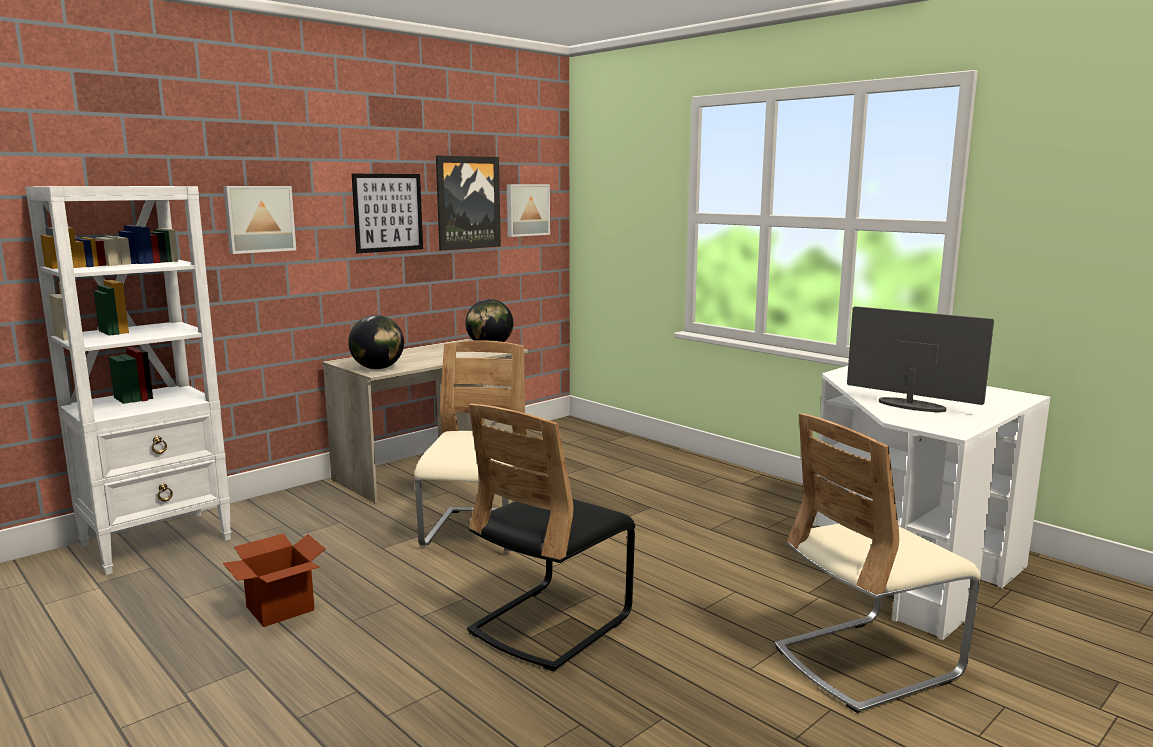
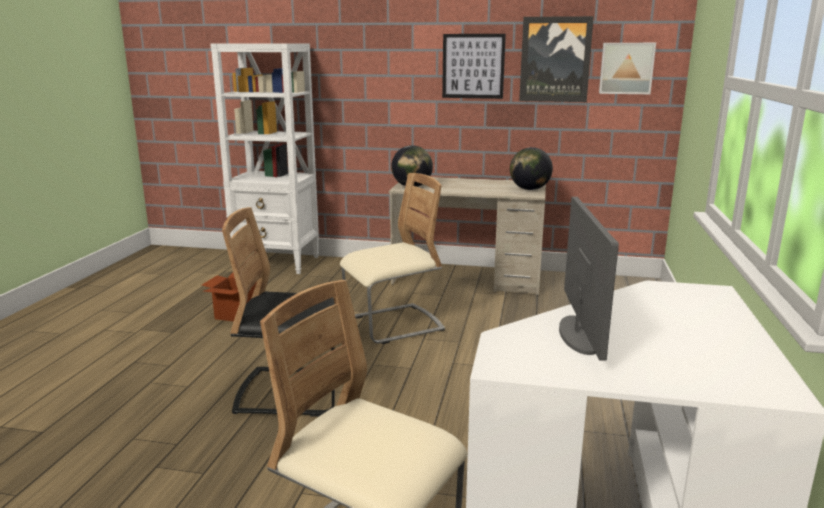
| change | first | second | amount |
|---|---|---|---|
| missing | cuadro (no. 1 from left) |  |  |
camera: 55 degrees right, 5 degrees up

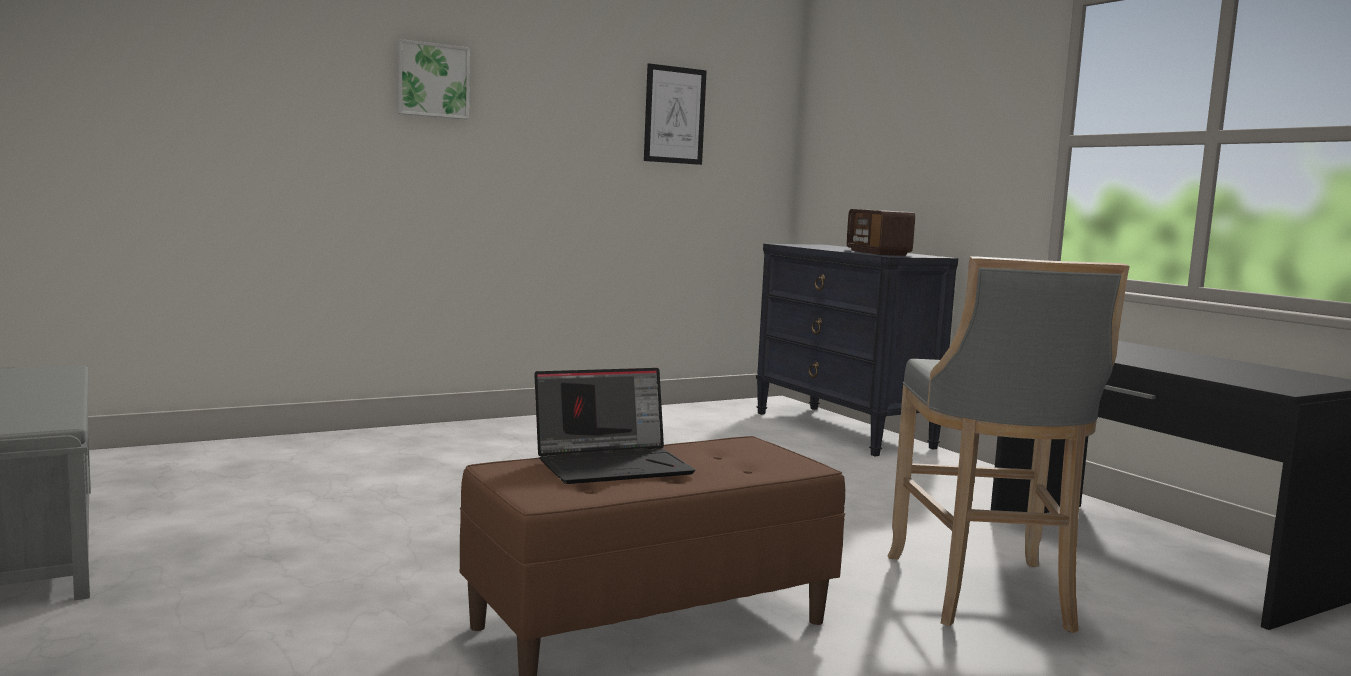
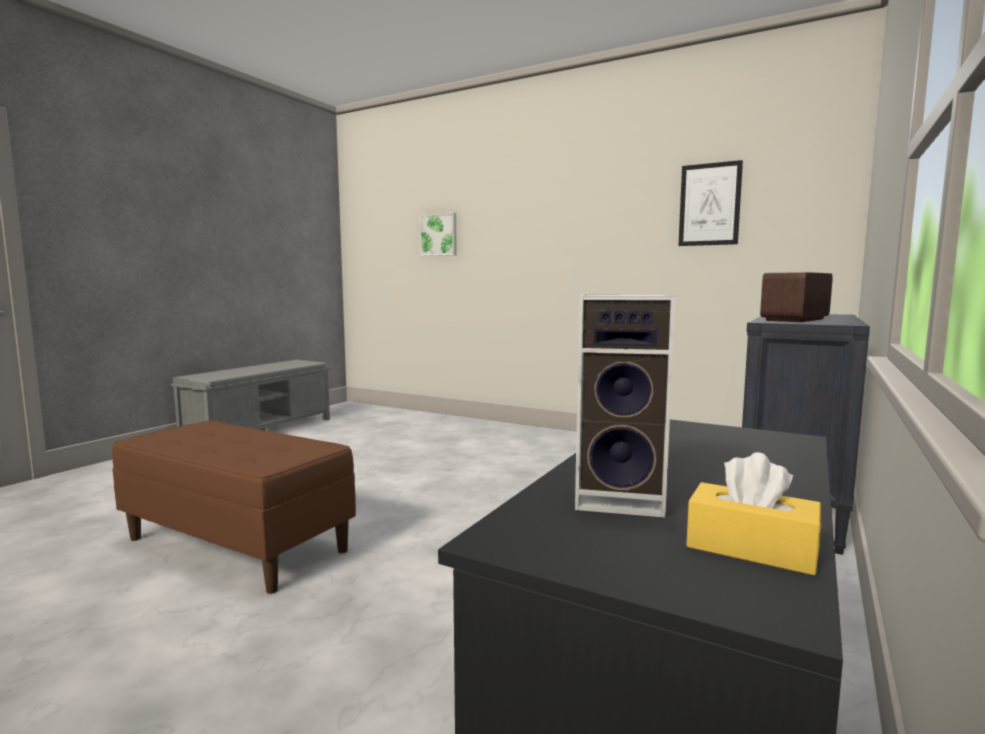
| change | first | second | amount |
|---|---|---|---|
| relocated | cuadro (no. 1 from left) |  |  |
| missing | portátil |  |  |
| missing | taburete/gris |  |  |
| appeared |  | altavoz |  |
| appeared |  | caja de pañuelos/amarillo |  |
camera: 60 degrees right, 0 degrees up

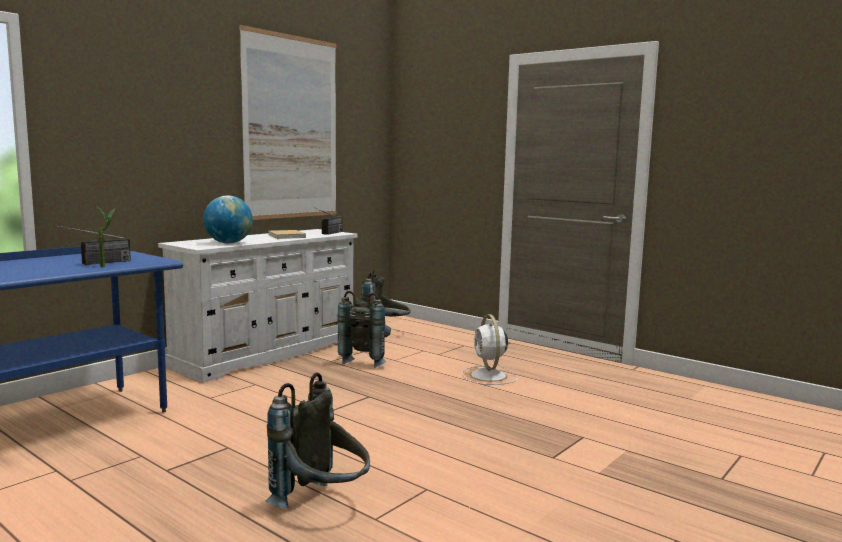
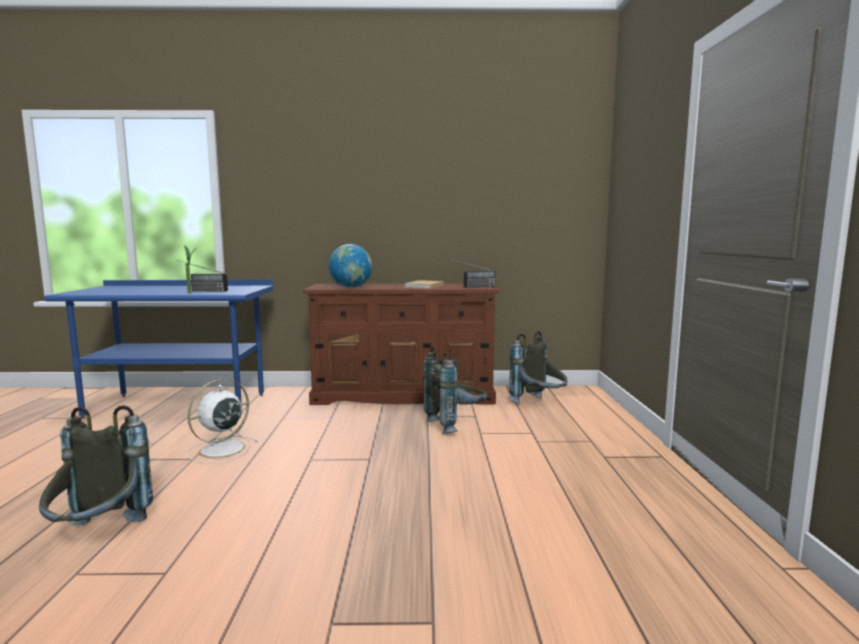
| change | first | second | amount |
|---|---|---|---|
| colour | cómoda/blanco | cómoda/marrón |  |
| missing | cuadro |  |  |
| relocated | ventilador/blanco |  |  |
camera: 50 degrees right, 0 degrees up

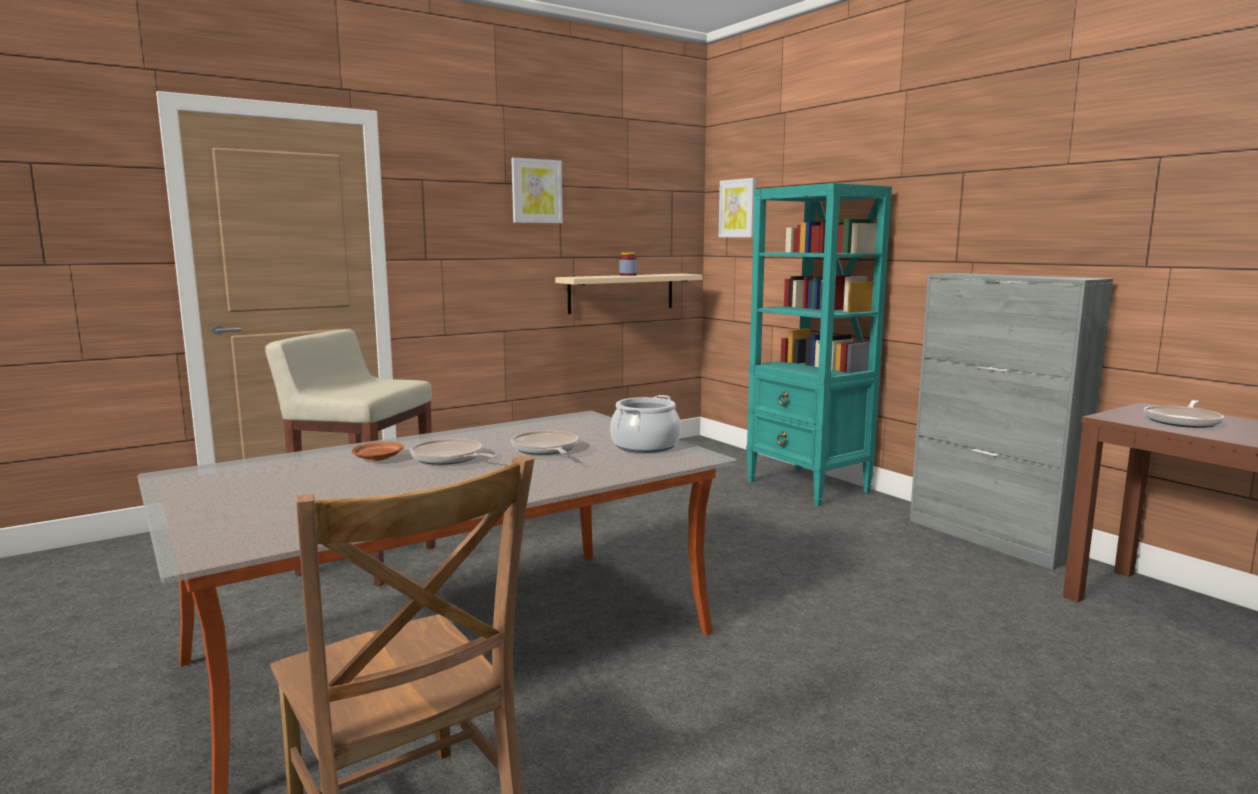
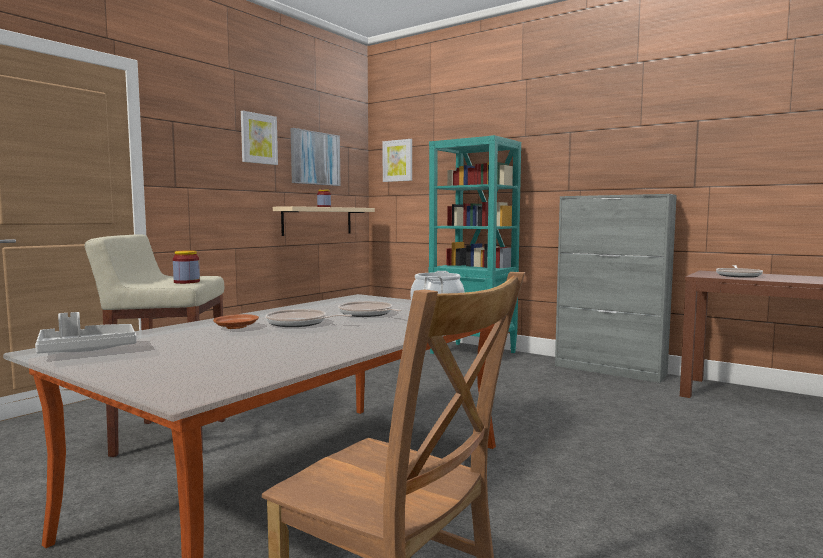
| change | first | second | amount |
|---|---|---|---|
| appeared |  | bandeja/gris |  |
| appeared |  | tarro (no. 1 from left) |  |
| appeared |  | cuadro (no. 2 from left) |  |
camera: 20 degrees left, 5 degrees down

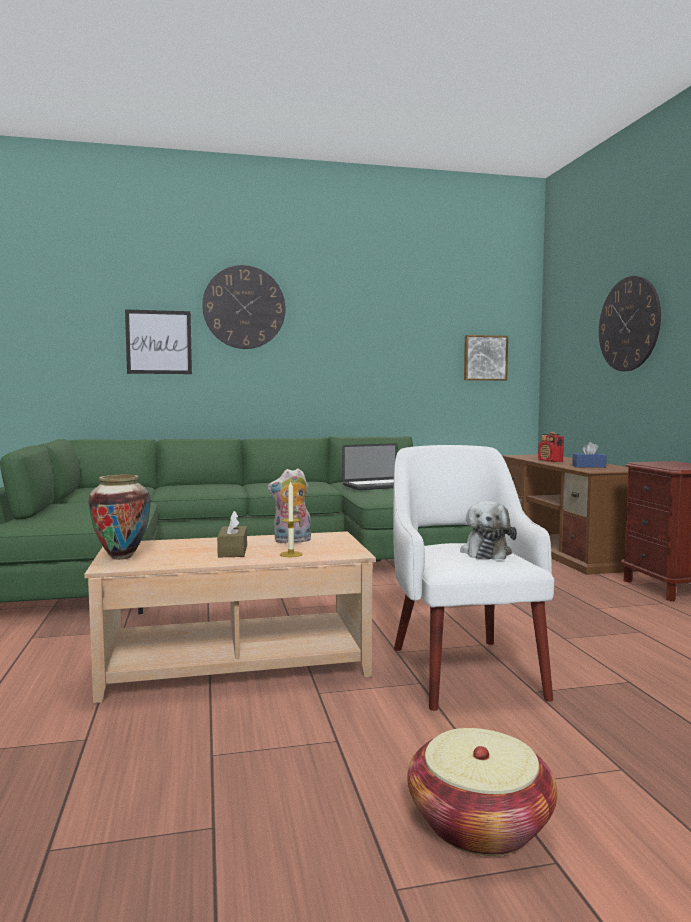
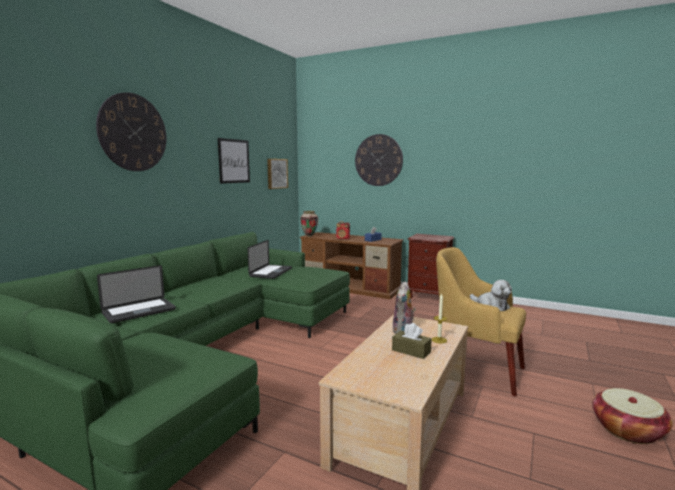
| change | first | second | amount |
|---|---|---|---|
| relocated | florero |  |  |
| relocated | cuadro (no. 1 from left) |  |  |
| colour | sillón/blanco | sillón/amarillo |  |
| appeared |  | portátil (no. 1 from left) |  |
camera: 50 degrees left, 5 degrees up

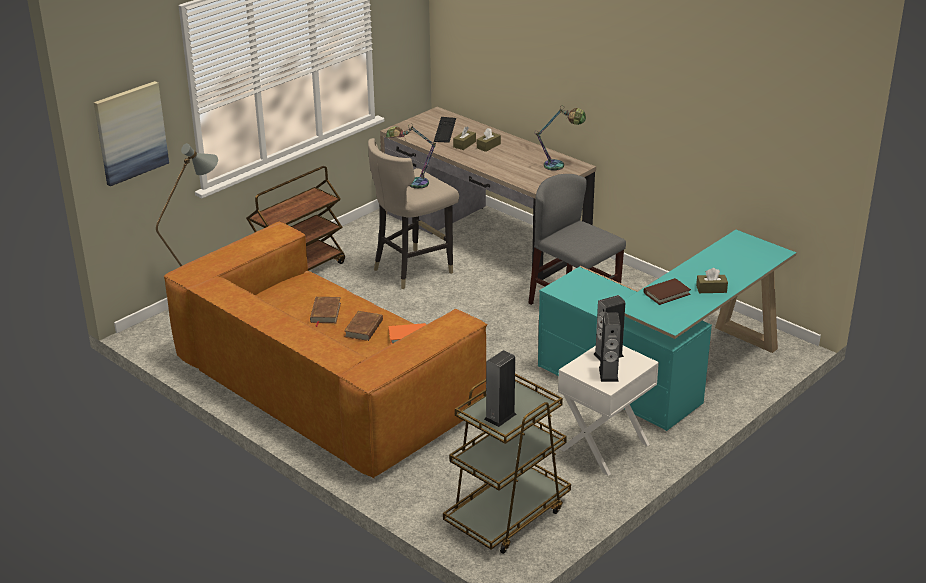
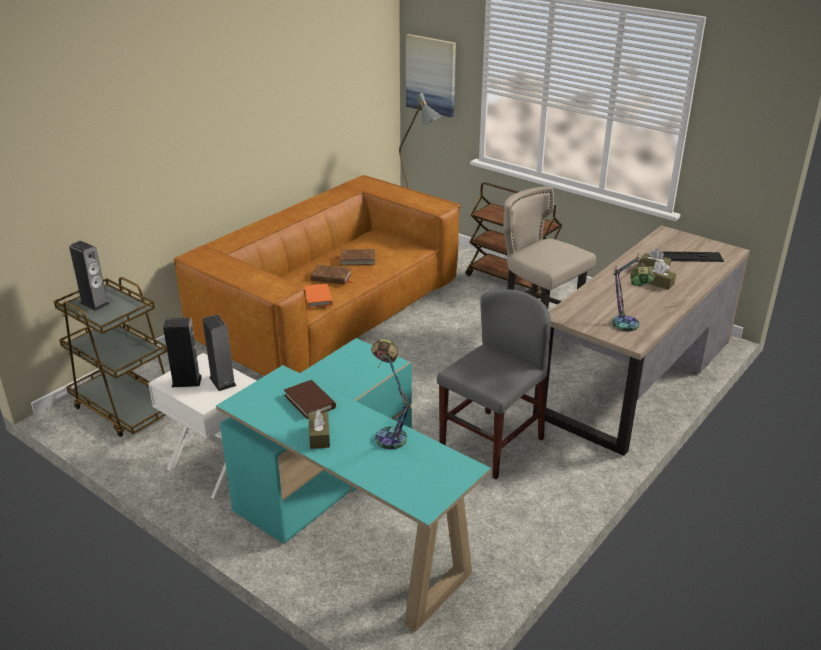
| change | first | second | amount |
|---|---|---|---|
| relocated | lámpara de mesa (no. 1 from left) |  |  |
camera: 85 degrees right, 0 degrees up

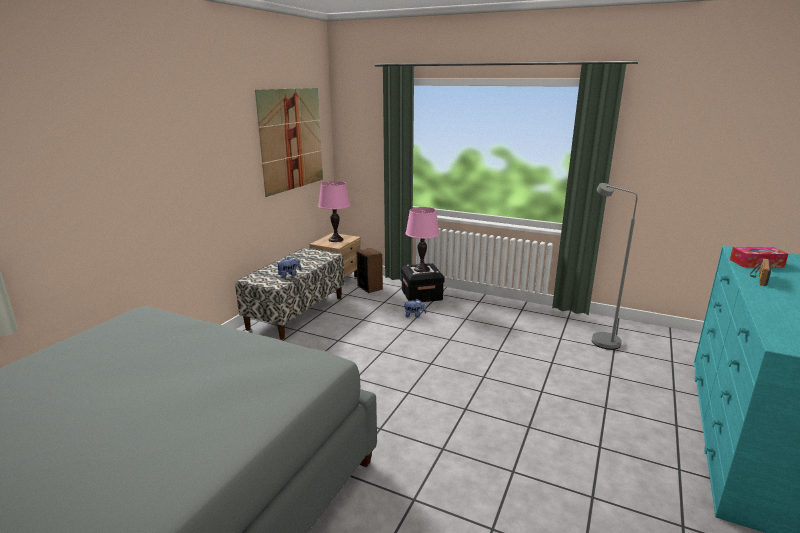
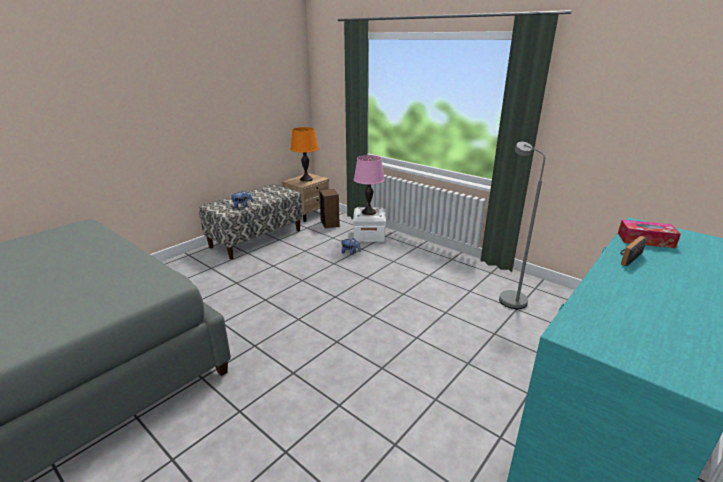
| change | first | second | amount |
|---|---|---|---|
| missing | cuadro |  |  |
| colour | lámpara de mesa/rosa (no. 1 from left) | lámpara de mesa/naranja |  |
| colour | caja de almacenaje/negro | caja de almacenaje/blanco |  |
camera: 15 degrees right, 5 degrees up

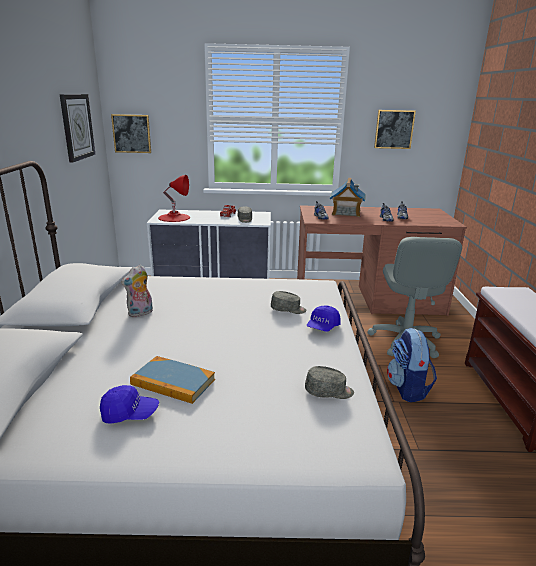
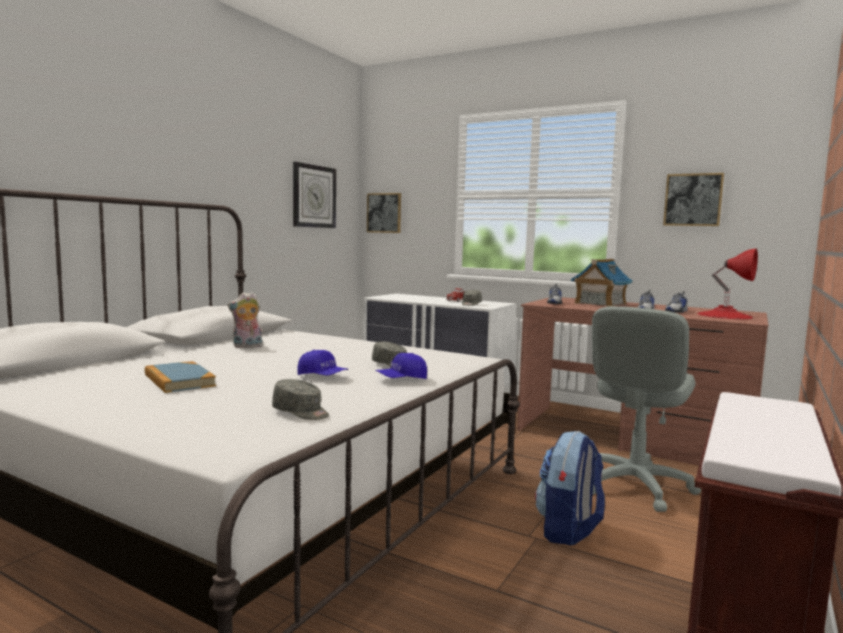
| change | first | second | amount |
|---|---|---|---|
| relocated | gorra/azul (no. 1 from left) |  |  |
| relocated | lámpara de mesa/rojo |  |  |
camera: 30 degrees right, 15 degrees down

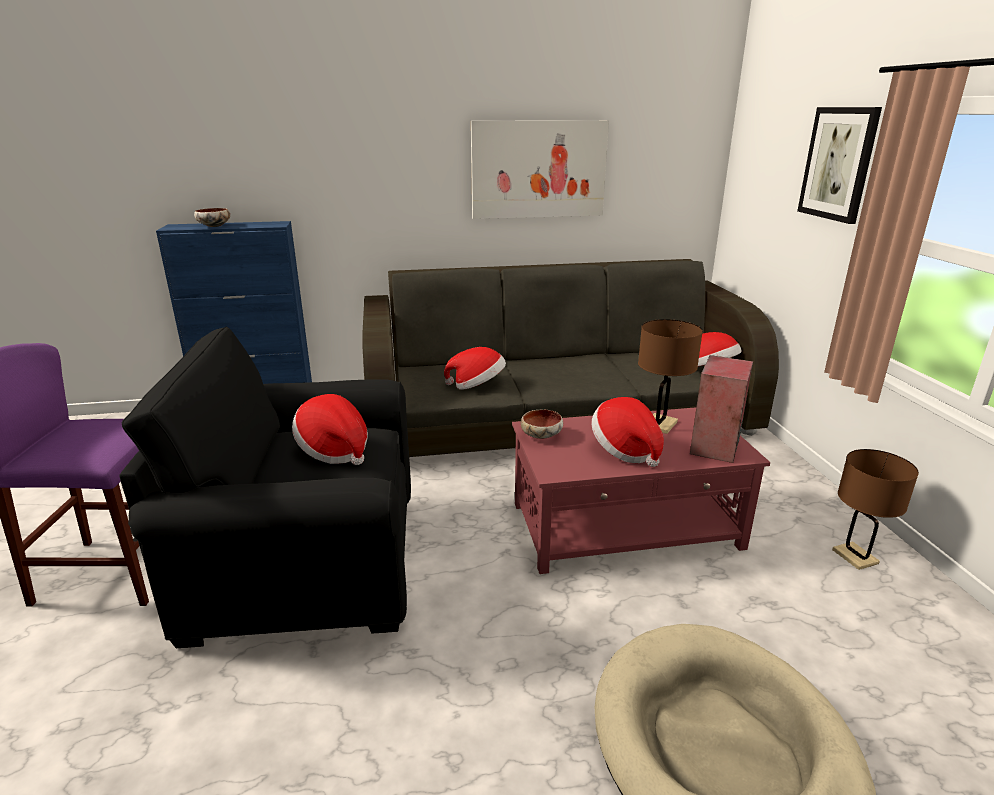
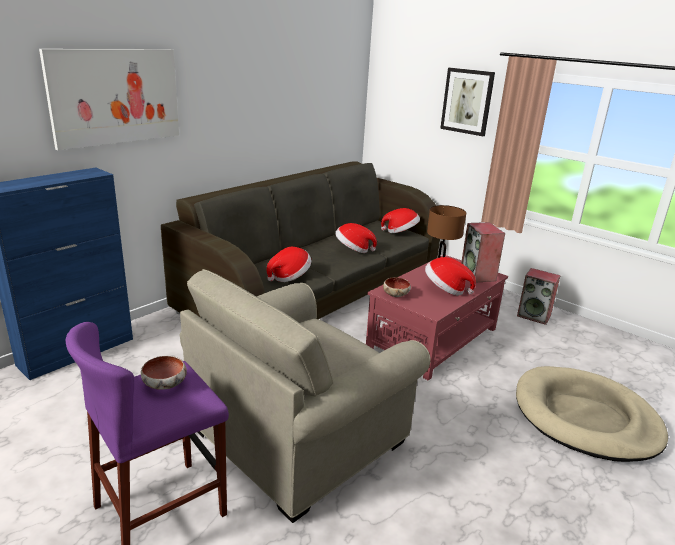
| change | first | second | amount |
|---|---|---|---|
| colour | sillón/negro | sillón/beis |  |
| relocated | cuenco (no. 1 from left) |  |  |
| relocated | sombrero (no. 1 from left in the first image) | sombrero (no. 2 from left) |  |
| relocated | cuadro (no. 1 from left) |  |  |
| exchanged | lámpara de mesa/marrón (no. 2 from left) | altavoz (no. 2 from left) |  |
camera: 40 degrees left, 0 degrees up

